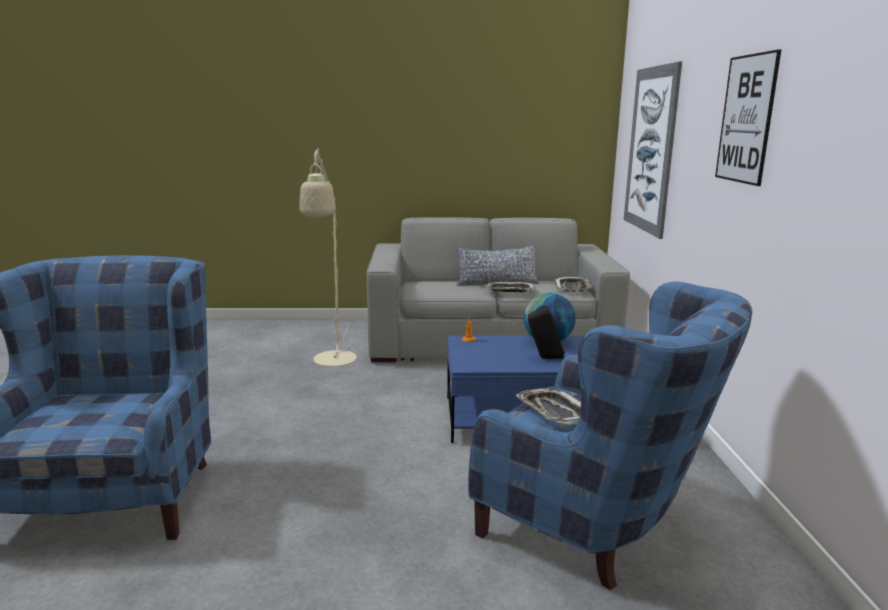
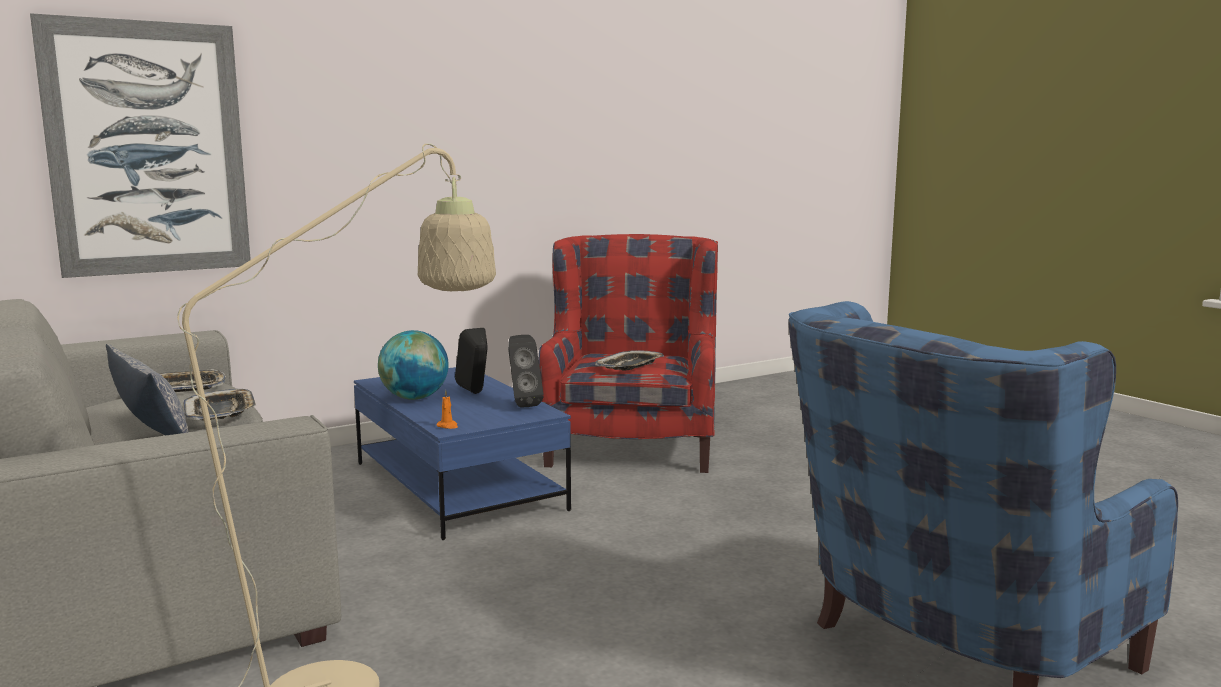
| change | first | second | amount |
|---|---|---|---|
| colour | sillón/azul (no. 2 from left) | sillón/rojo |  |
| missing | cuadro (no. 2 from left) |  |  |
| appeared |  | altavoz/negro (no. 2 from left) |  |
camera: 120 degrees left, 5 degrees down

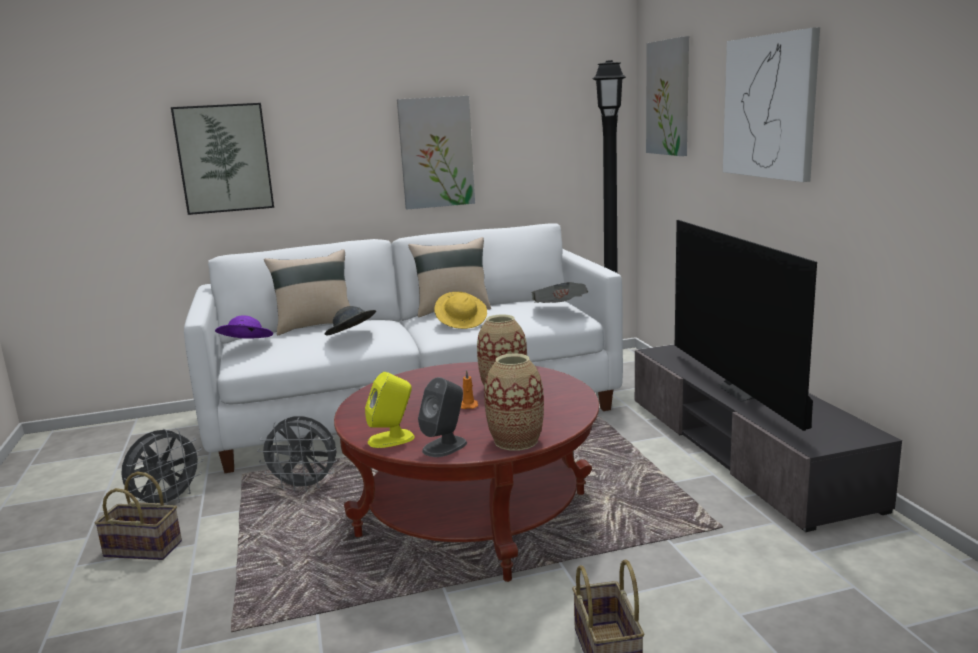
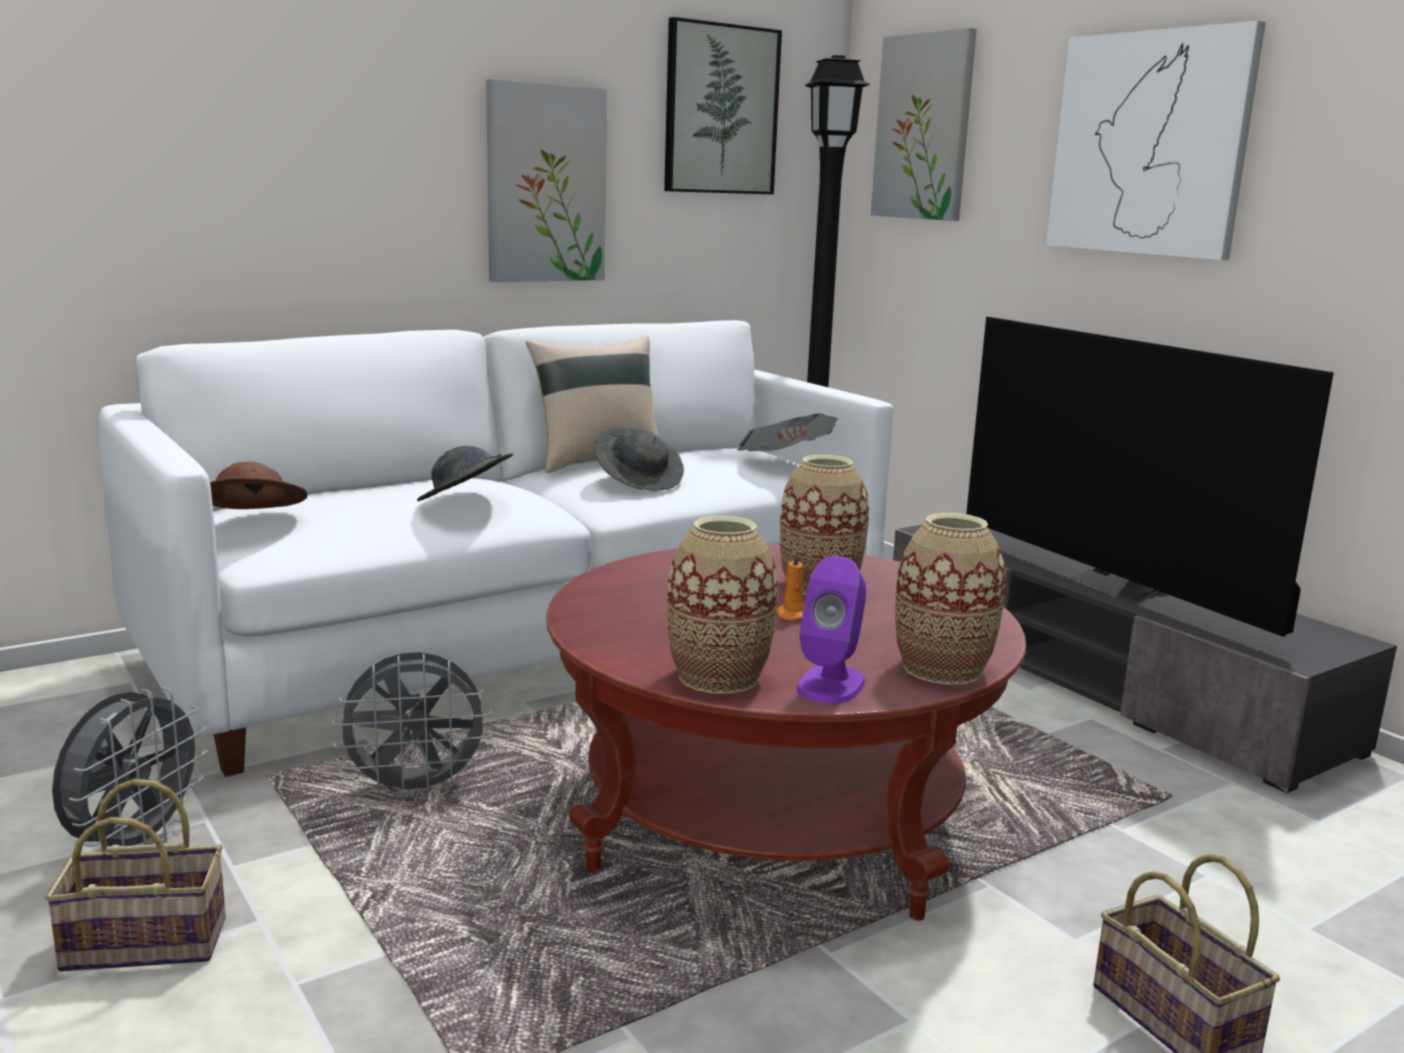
| change | first | second | amount |
|---|---|---|---|
| relocated | cuadro (no. 1 from left in the first image) | cuadro (no. 2 from left) |  |
| colour | sombrero/morado | sombrero/marrón |  |
| missing | cojín/beis (no. 1 from left) |  |  |
| exchanged | altavoz/amarillo | florero (no. 1 from left) |  |
| colour | altavoz/gris | altavoz/morado |  |
| colour | sombrero/amarillo | sombrero/gris (no. 2 from left) |  |
camera: 20 degrees left, 0 degrees up

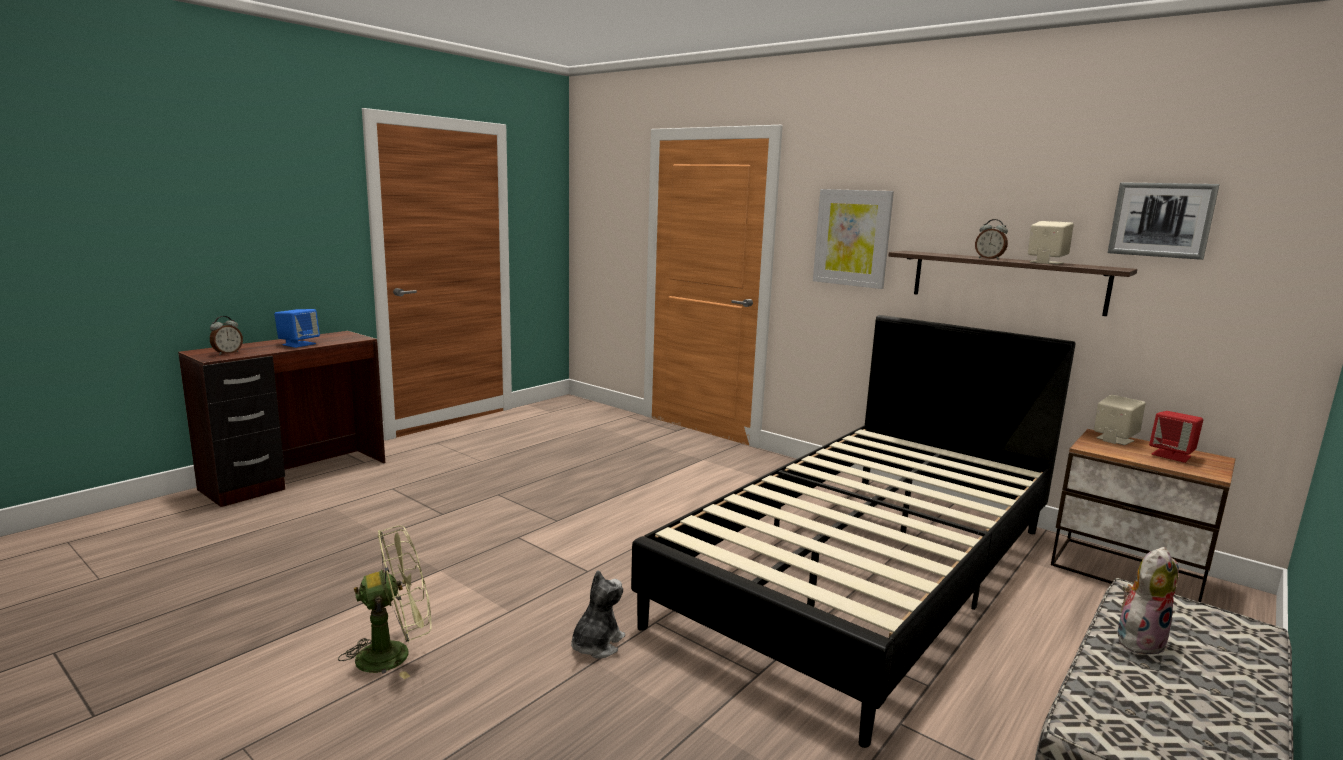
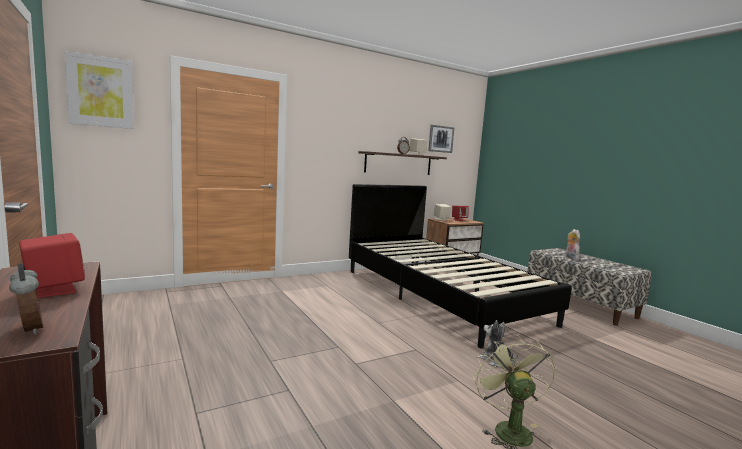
| change | first | second | amount |
|---|---|---|---|
| colour | altavoz/azul | altavoz/rojo (no. 1 from left) |  |
| relocated | cuadro (no. 1 from left) |  |  |
camera: 70 degrees left, 5 degrees down

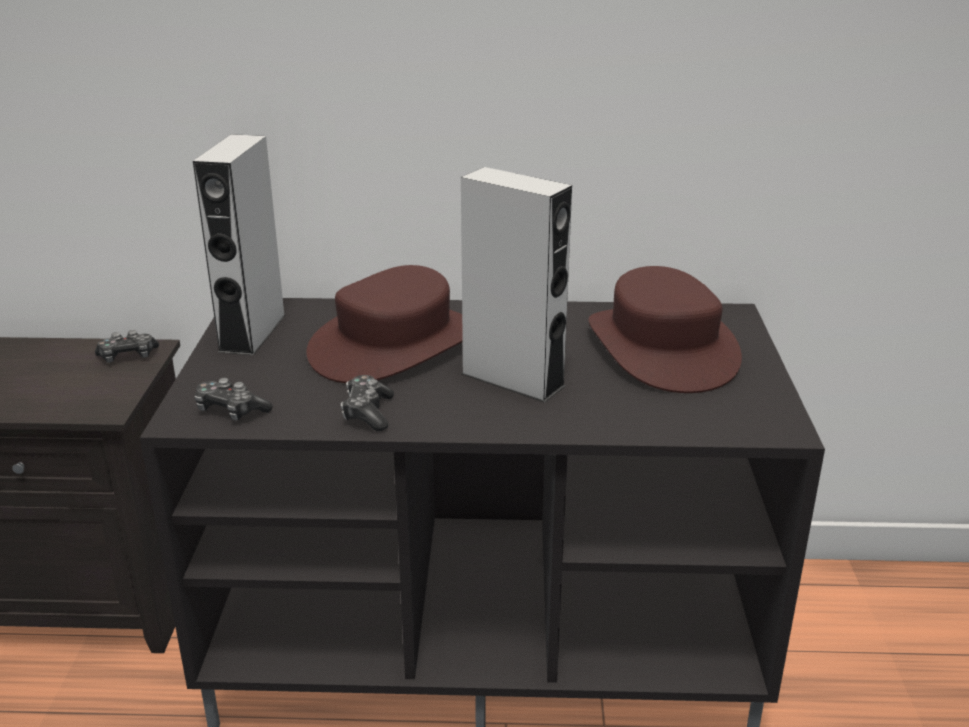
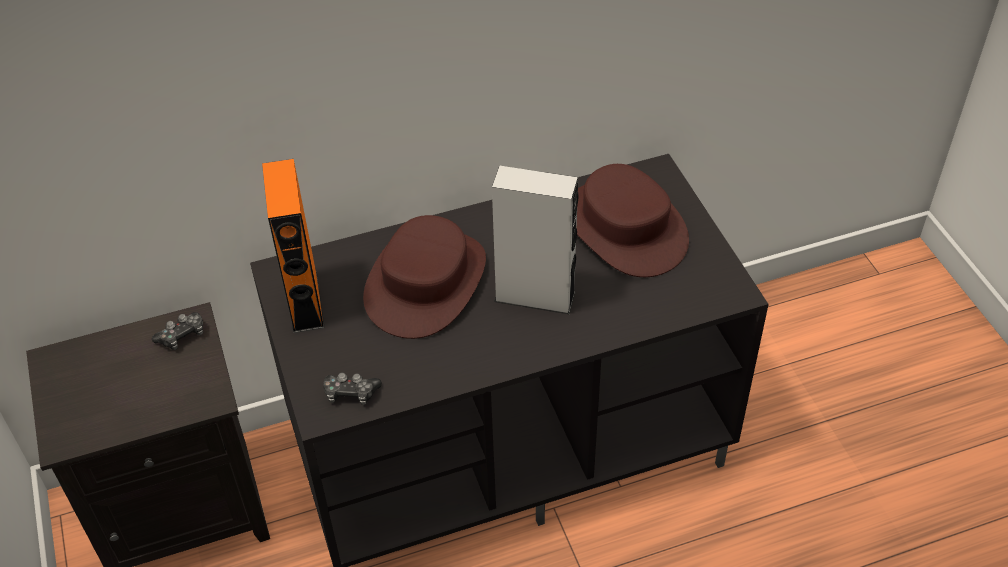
| change | first | second | amount |
|---|---|---|---|
| colour | altavoz/gris (no. 1 from left) | altavoz/naranja |  |
| missing | mando de consola (no. 3 from left) |  |  |
camera: 20 degrees left, 20 degrees up

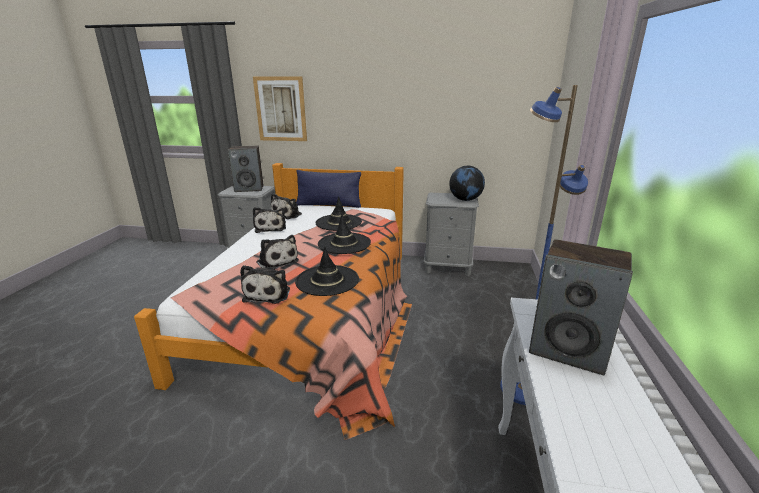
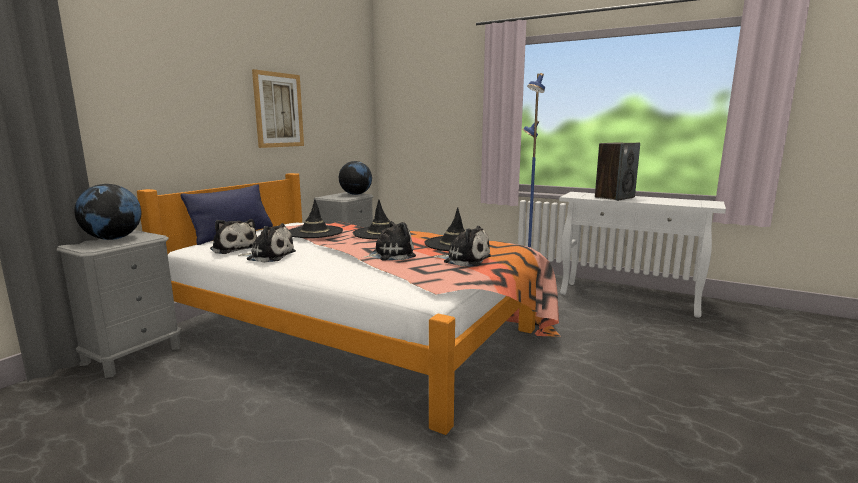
| change | first | second | amount |
|---|---|---|---|
| exchanged | altavoz (no. 1 from left) | globo terráqueo (no. 1 from left) |  |
| relocated | cuadro |  |  |
camera: 70 degrees left, 10 degrees down

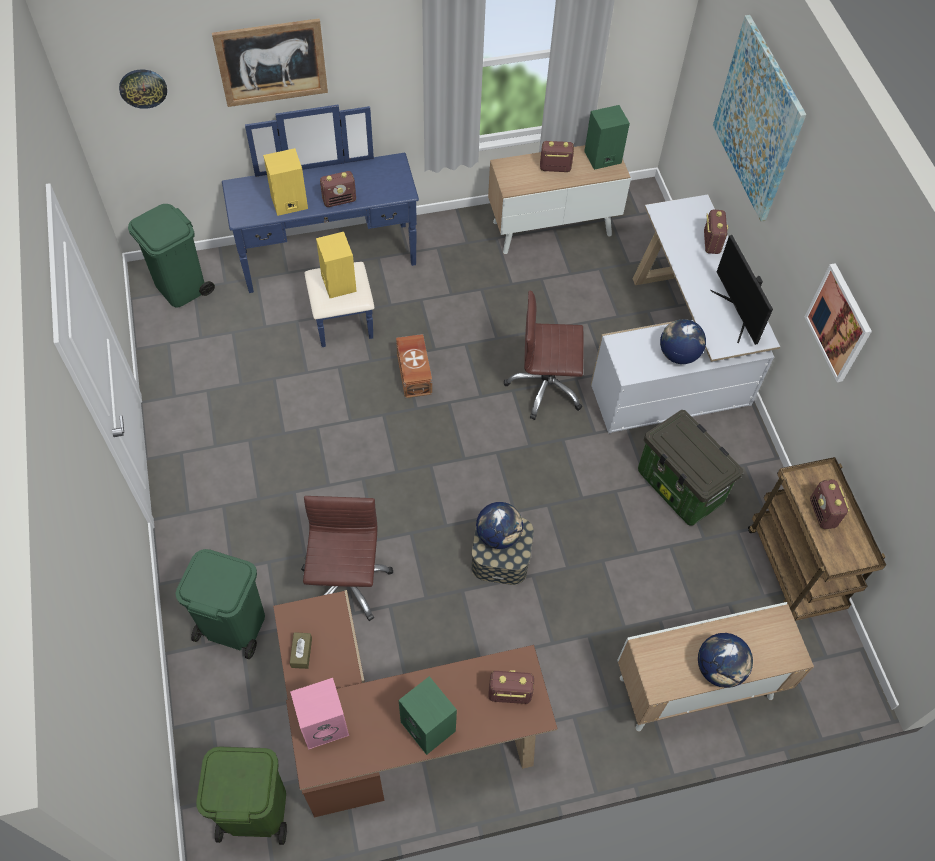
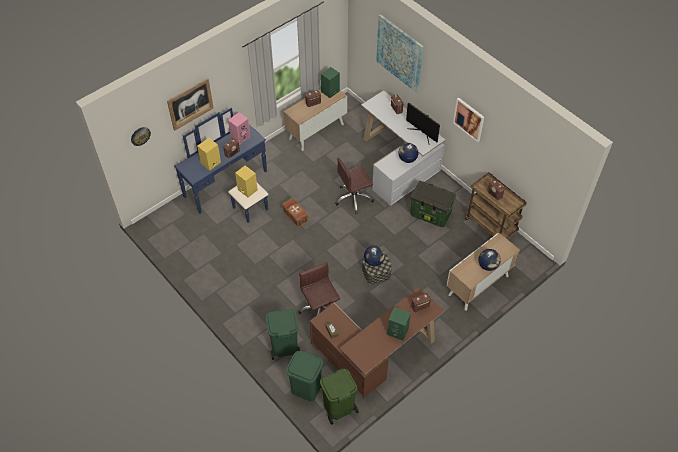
| change | first | second | amount |
|---|---|---|---|
| relocated | papelera/verde (no. 1 from left in the first image) | papelera/verde (no. 2 from left) |  |
| relocated | altavoz/rosa |  |  |
camera: 25 degrees left, 5 degrees down

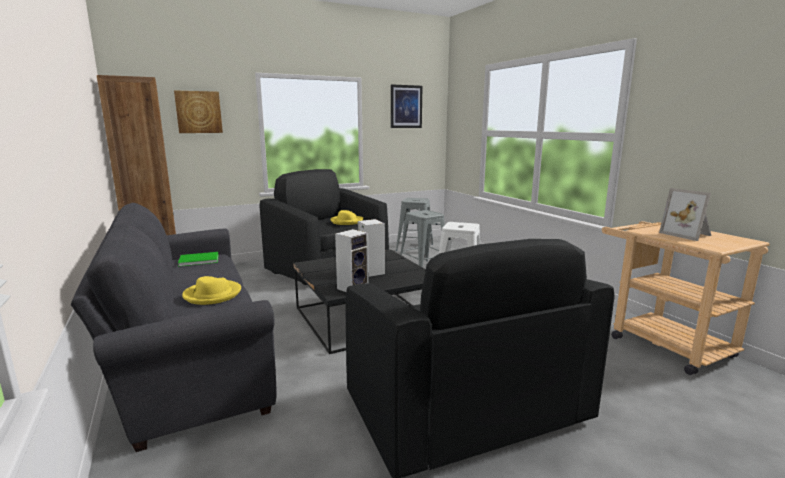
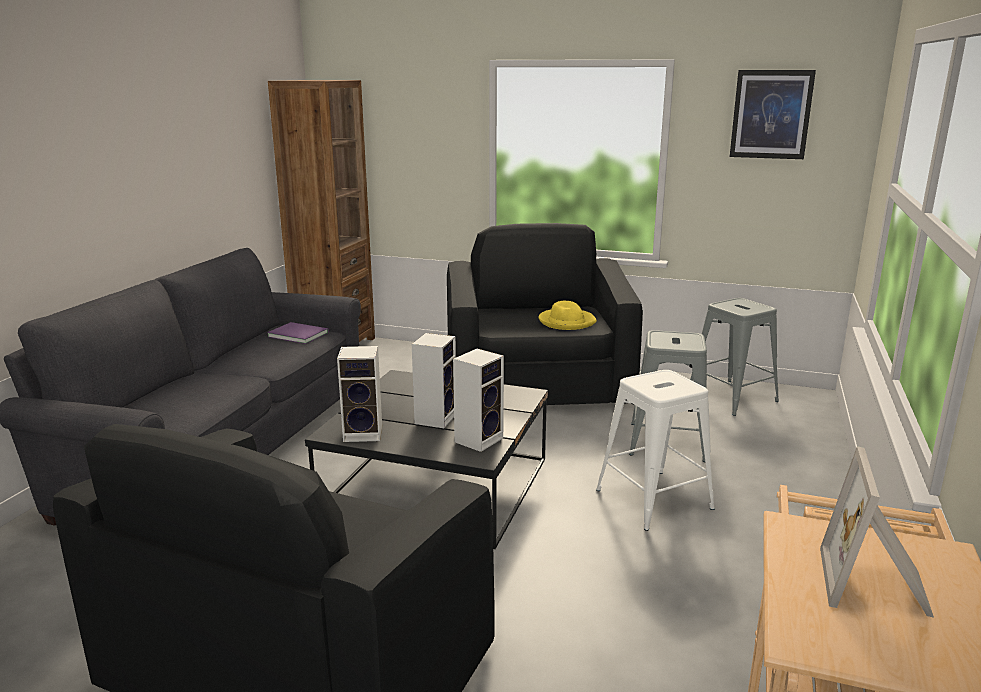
| change | first | second | amount |
|---|---|---|---|
| missing | cuadro (no. 1 from left) |  |  |
| colour | libro/verde | libro/morado |  |
| missing | sombrero/amarillo (no. 1 from left) |  |  |
| appeared |  | altavoz (no. 3 from left) |  |
camera: 45 degrees right, 5 degrees up

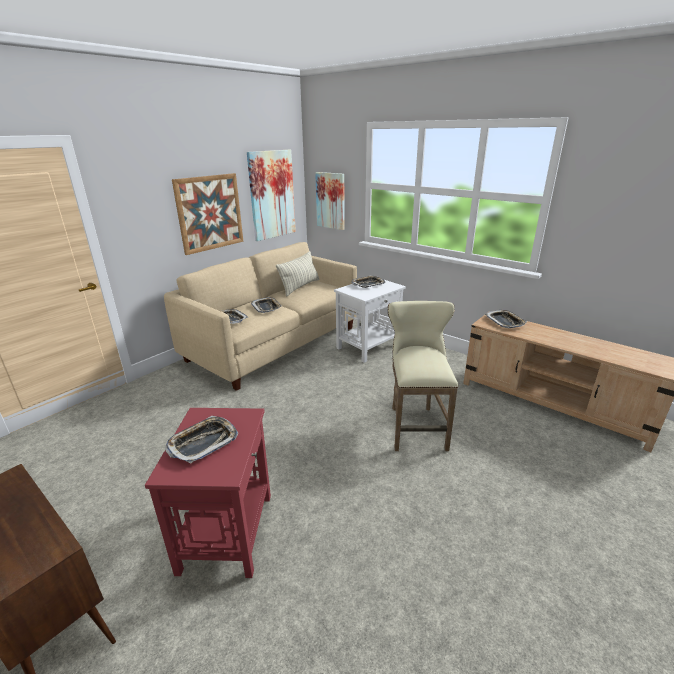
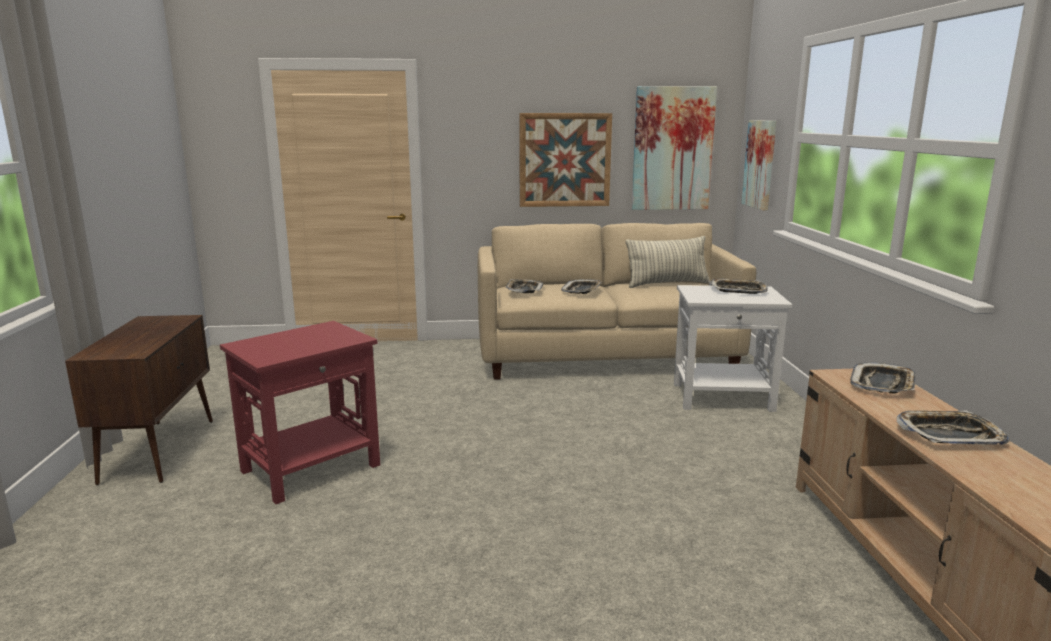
| change | first | second | amount |
|---|---|---|---|
| relocated | bandeja (no. 1 from left in the first image) | bandeja (no. 5 from left) |  |
| missing | taburete/beis |  |  |
camera: 45 degrees right, 10 degrees down

